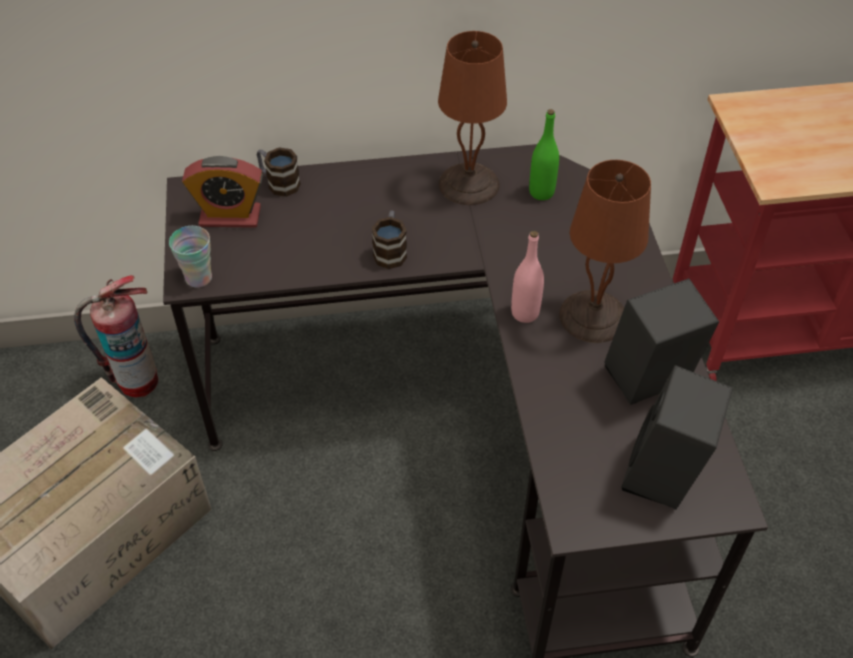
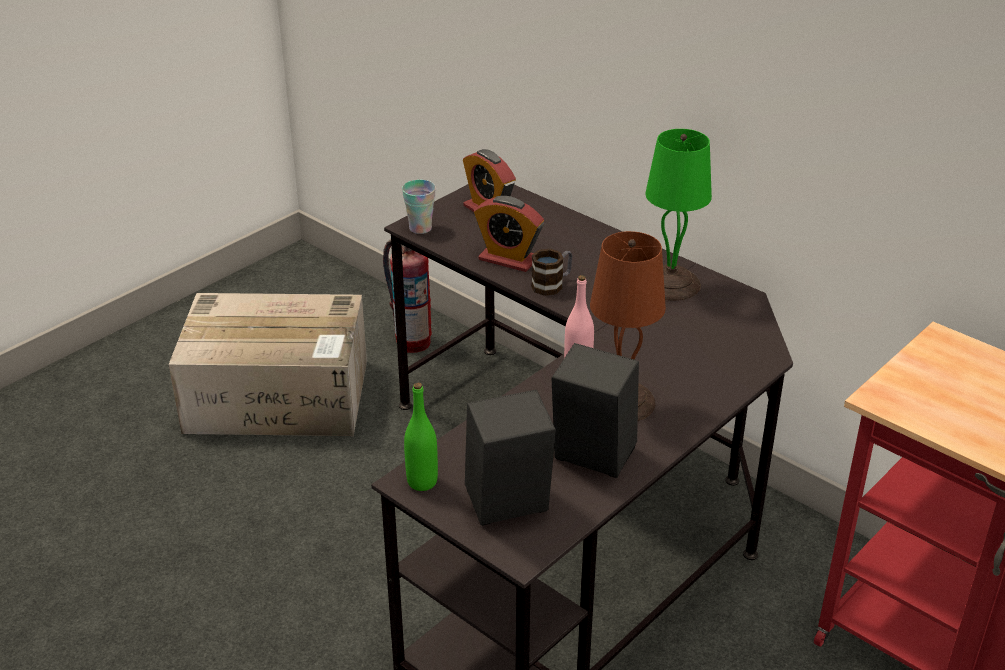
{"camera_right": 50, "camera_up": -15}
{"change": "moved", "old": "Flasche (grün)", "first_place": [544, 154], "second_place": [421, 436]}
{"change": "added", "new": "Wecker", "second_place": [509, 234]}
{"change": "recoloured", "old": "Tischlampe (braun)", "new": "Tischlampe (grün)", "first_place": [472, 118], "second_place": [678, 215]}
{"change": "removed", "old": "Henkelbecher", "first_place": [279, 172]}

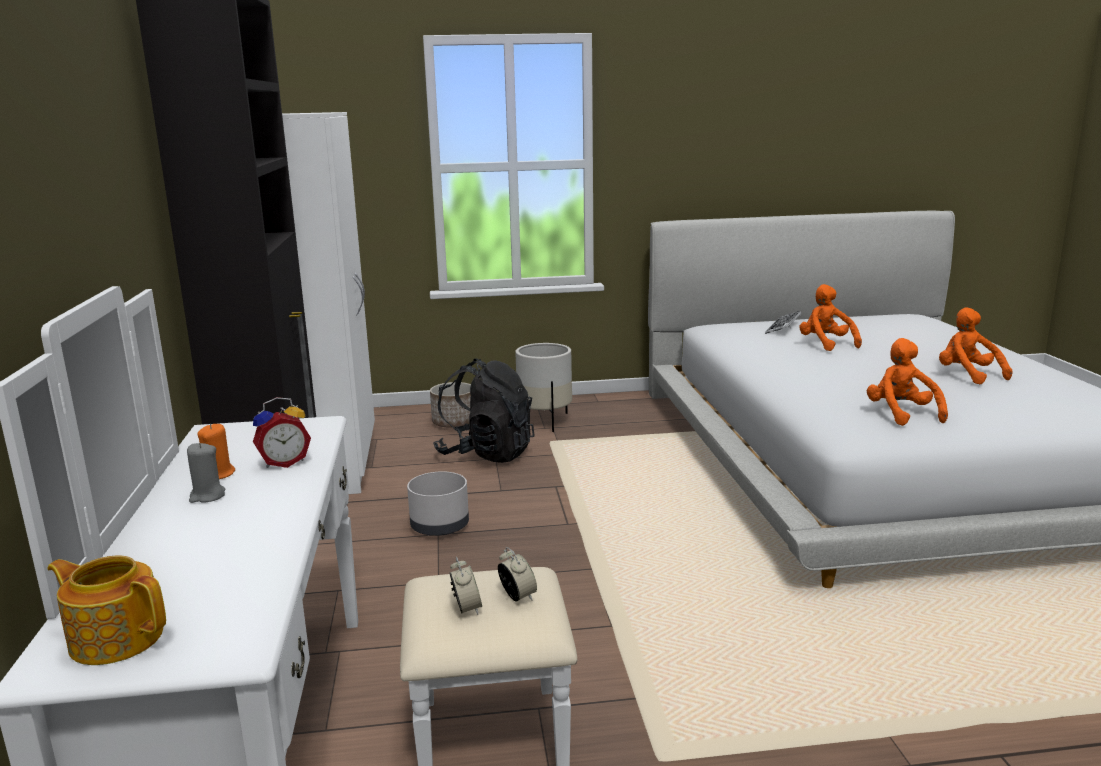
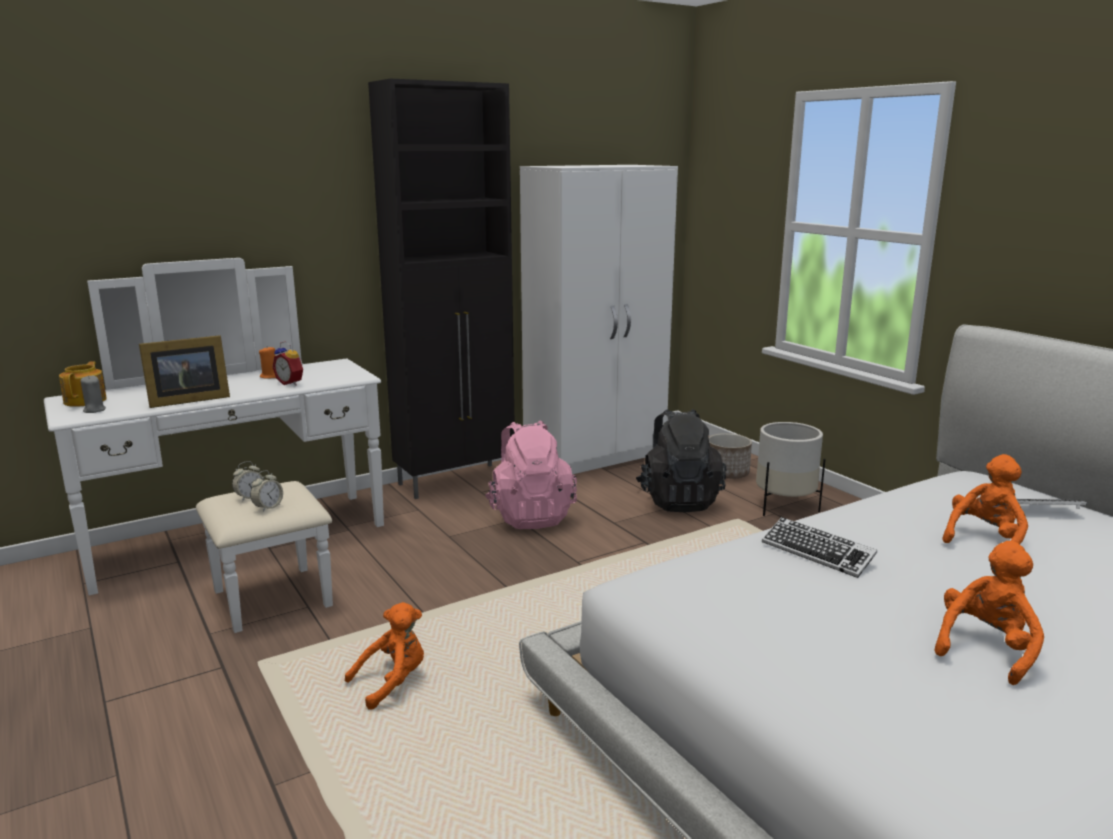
{"camera_right": 65, "camera_up": 0}
{"change": "moved", "old": "Kerze (grau)", "first_place": [206, 473], "second_place": [93, 394]}
{"change": "added", "new": "Bilderrahmen", "second_place": [184, 371]}
{"change": "moved", "old": "Plüschtier (orange)", "first_place": [907, 382], "second_place": [384, 656]}
{"change": "replaced", "old": "Pflanzkübel (grau)", "new": "Rucksack (rosa)", "first_place": [438, 503], "second_place": [531, 474]}
{"change": "added", "new": "Tastatur", "second_place": [819, 547]}

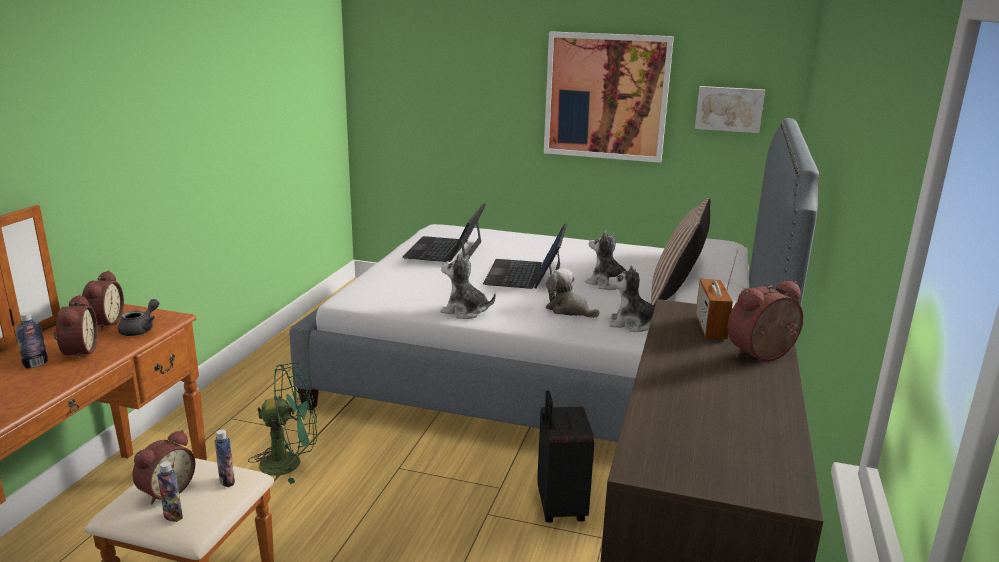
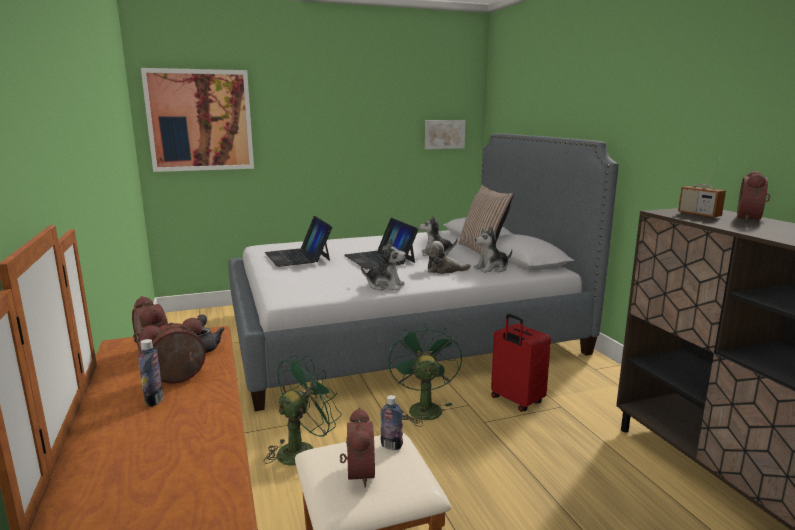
{"camera_right": -35, "camera_up": -5}
{"change": "turned", "old": "Wecker", "first_place": [75, 327], "second_place": [173, 350], "degrees": -75}
{"change": "moved", "old": "Bild", "first_place": [609, 97], "second_place": [197, 120]}
{"change": "turned", "old": "Plüschtier", "first_place": [468, 286], "second_place": [383, 264], "degrees": -150}
{"change": "added", "new": "Ventilator (grün)", "second_place": [425, 375]}
{"change": "recoloured", "old": "Koffer (schwarz)", "new": "Koffer (rot)", "first_place": [566, 456], "second_place": [521, 363]}
{"change": "removed", "old": "Flasche", "first_place": [170, 491]}

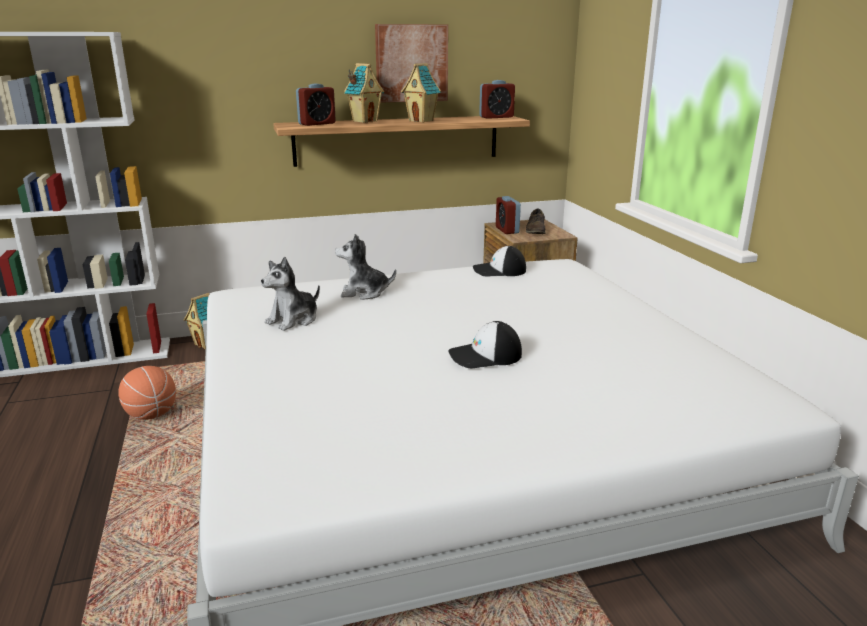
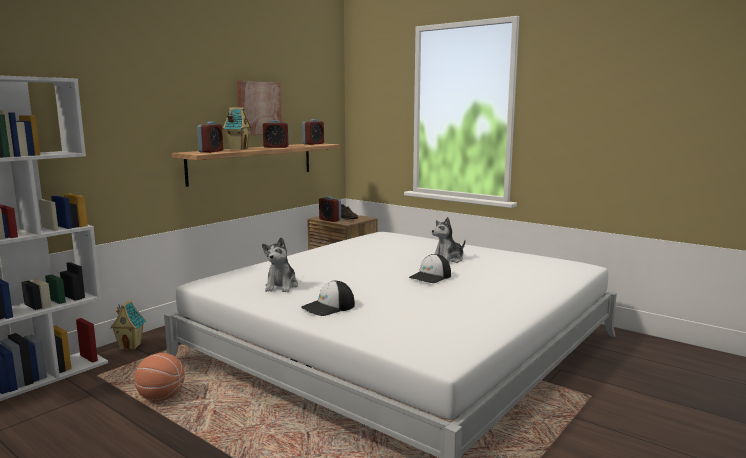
{"camera_right": -35, "camera_up": -10}
{"change": "replaced", "old": "Spielzeughaus", "new": "Wecker", "first_place": [421, 92], "second_place": [276, 134]}
{"change": "moved", "old": "Kappe", "first_place": [499, 261], "second_place": [328, 298]}
{"change": "moved", "old": "Plüschtier", "first_place": [365, 267], "second_place": [448, 240]}

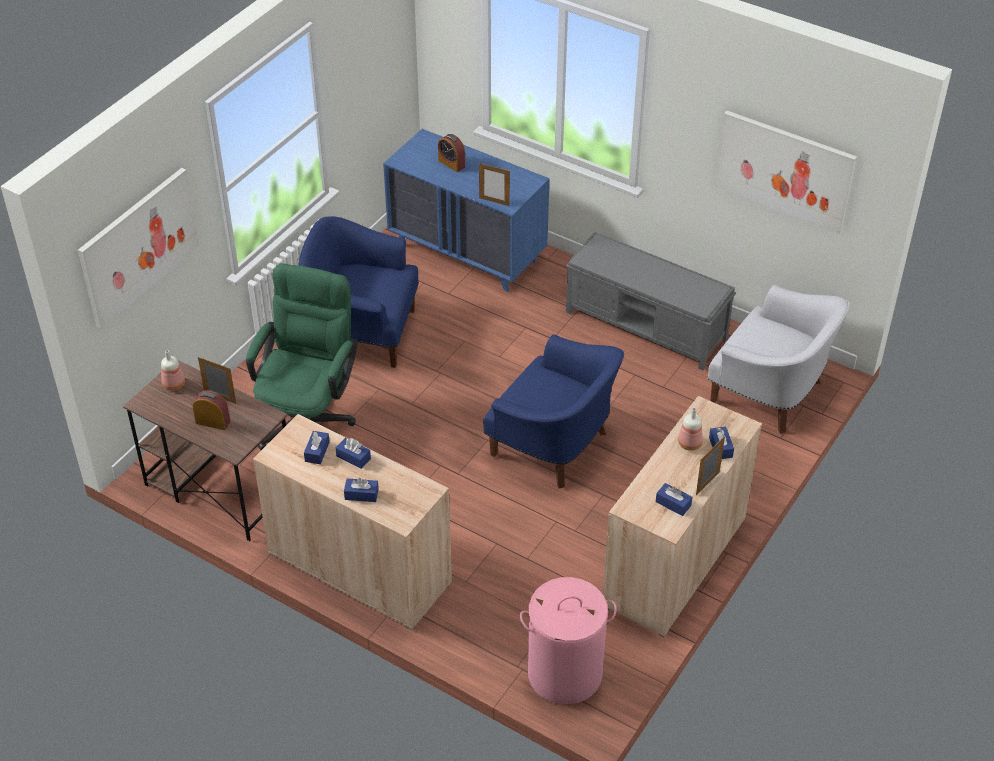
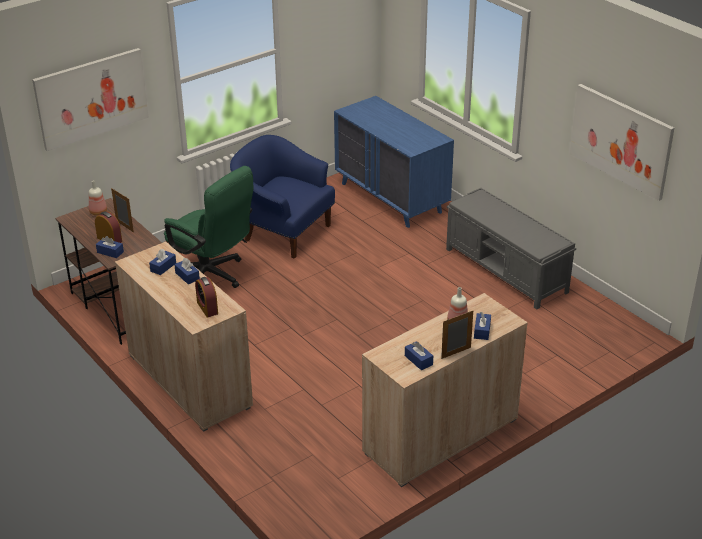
{"camera_right": 20, "camera_up": -10}
{"change": "moved", "old": "Taschentuchbox (blau)", "first_place": [361, 490], "second_place": [110, 247]}
{"change": "turned", "old": "Bürostuhl (grün)", "first_place": [302, 356], "second_place": [208, 227], "degrees": 90}
{"change": "moved", "old": "Wecker", "first_place": [451, 153], "second_place": [206, 297]}
{"change": "removed", "old": "Bilderrahmen", "first_place": [494, 184]}
{"change": "removed", "old": "Sessel (blau)", "first_place": [553, 411]}
{"change": "removed", "old": "Wäschekorb (rosa)", "first_place": [568, 640]}
{"change": "removed", "old": "Sessel (weiß)", "first_place": [779, 359]}

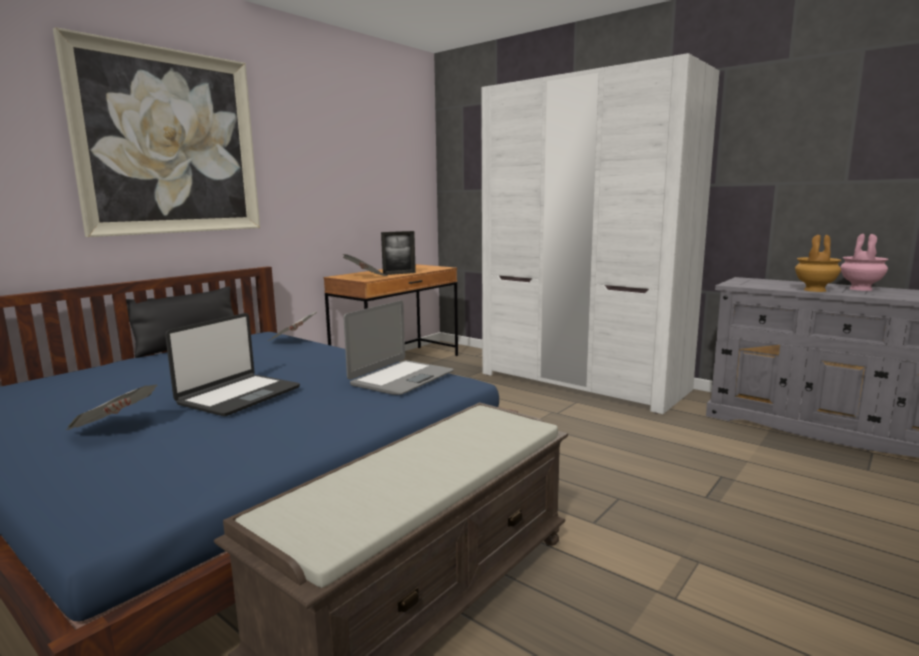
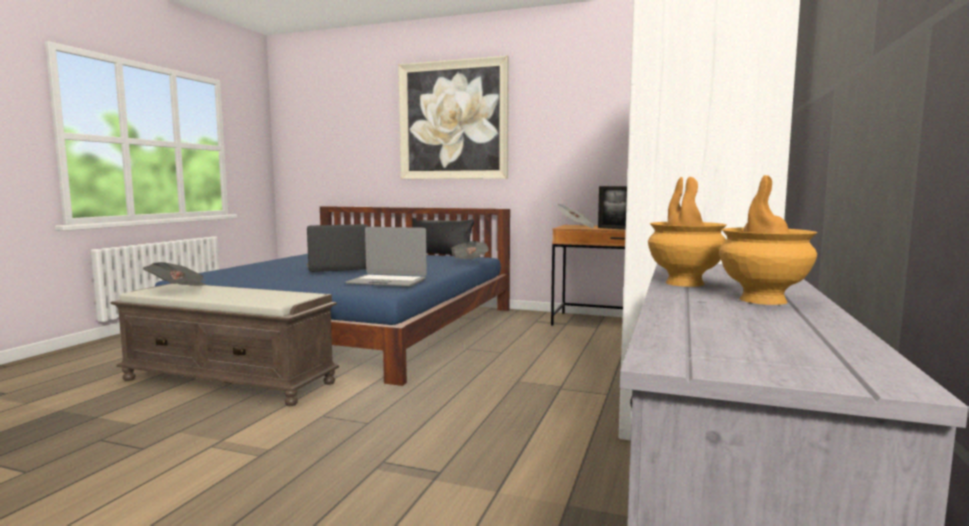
{"camera_right": 70, "camera_up": -5}
{"change": "moved", "old": "Zeitung", "first_place": [111, 407], "second_place": [174, 274]}
{"change": "turned", "old": "Laptop", "first_place": [232, 364], "second_place": [337, 248], "degrees": 150}
{"change": "recoloured", "old": "Vase (rosa)", "new": "Vase (braun)", "first_place": [864, 262], "second_place": [768, 240]}

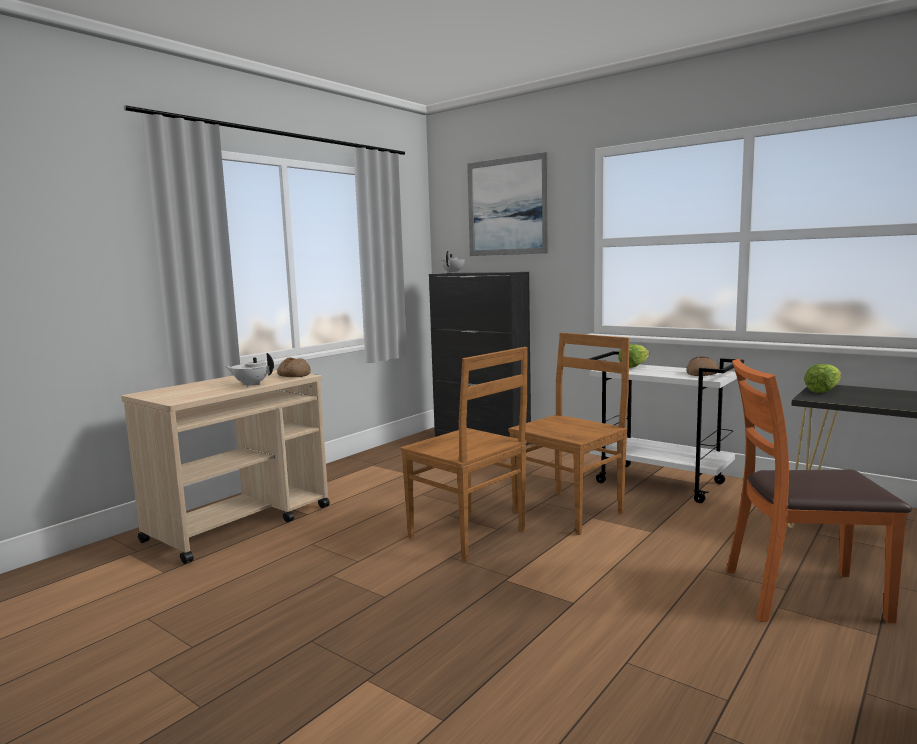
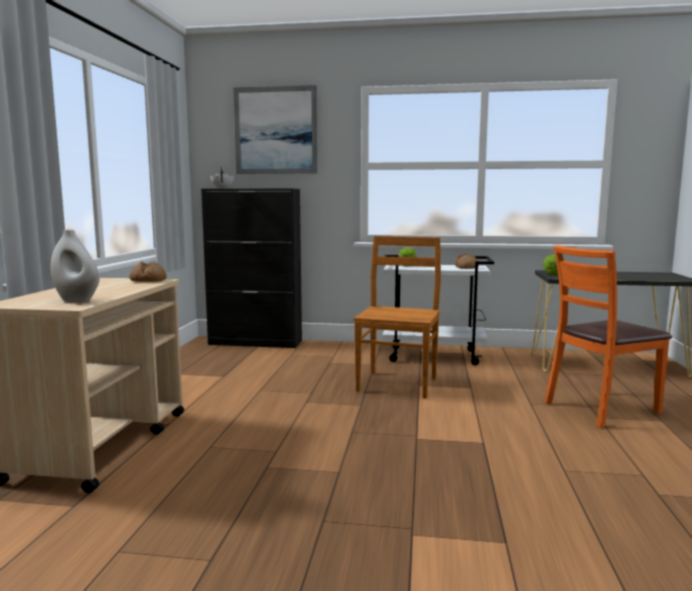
{"camera_right": -30, "camera_up": 0}
{"change": "added", "new": "Vase (weiß)", "second_place": [75, 266]}
{"change": "removed", "old": "Teekanne (weiß)", "first_place": [249, 370]}
{"change": "removed", "old": "Stuhl (braun)", "first_place": [464, 454]}

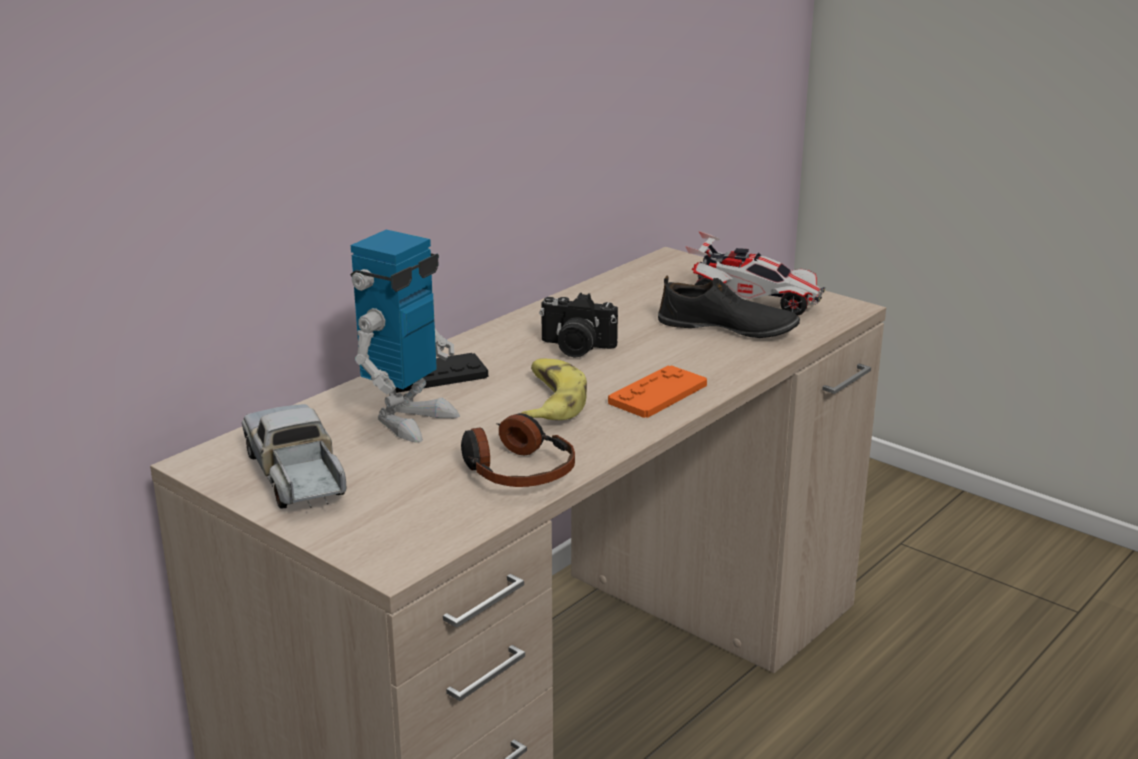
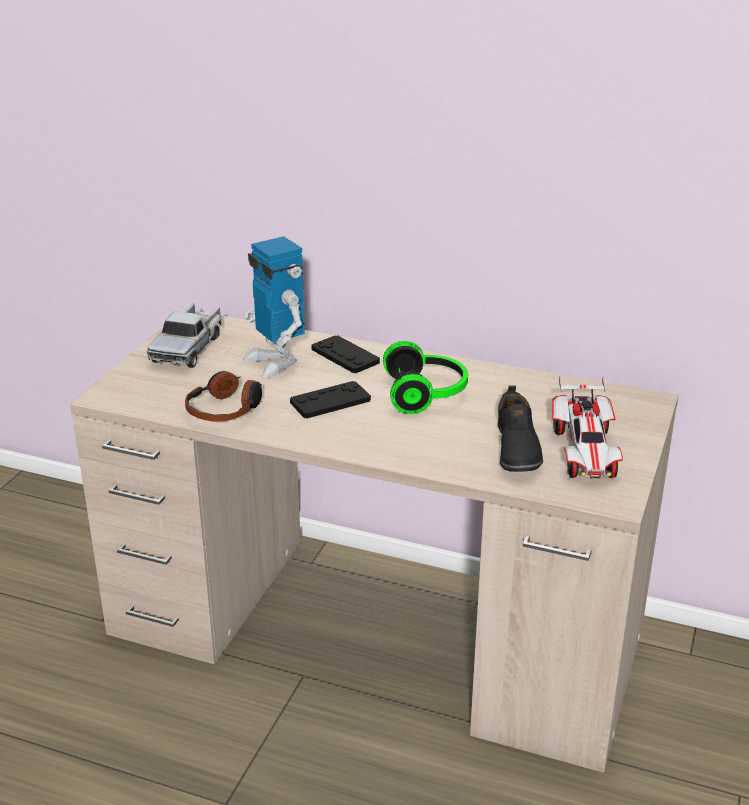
{"camera_right": 70, "camera_up": 5}
{"change": "turned", "old": "Spielzeuglaster", "first_place": [294, 456], "second_place": [184, 336], "degrees": 150}
{"change": "turned", "old": "Spielzeugroboter", "first_place": [405, 336], "second_place": [274, 307], "degrees": 45}
{"change": "replaced", "old": "Banane", "new": "Gamepad (schwarz)", "first_place": [554, 389], "second_place": [330, 399]}
{"change": "replaced", "old": "Kamera", "new": "Kopfhörer", "first_place": [578, 325], "second_place": [425, 377]}
{"change": "removed", "old": "Gamepad (orange)", "first_place": [657, 391]}

